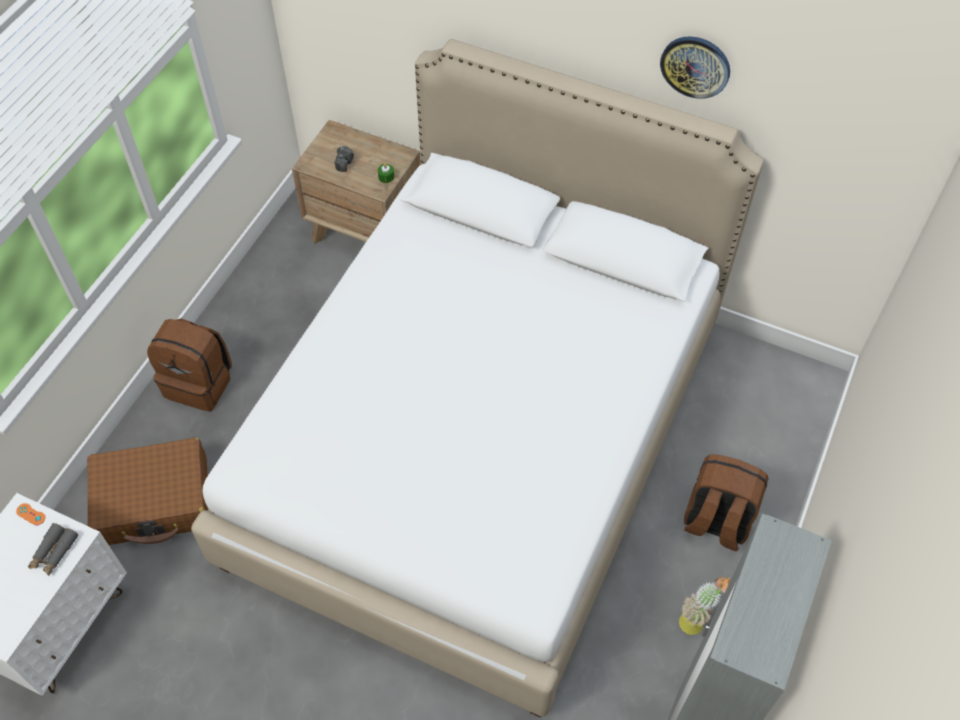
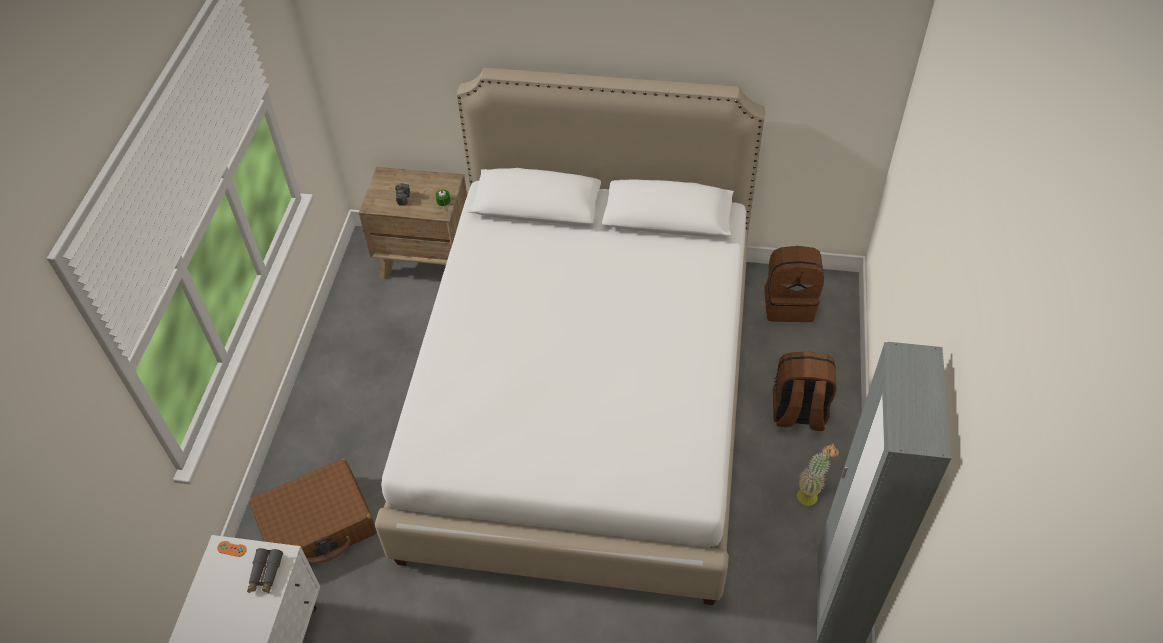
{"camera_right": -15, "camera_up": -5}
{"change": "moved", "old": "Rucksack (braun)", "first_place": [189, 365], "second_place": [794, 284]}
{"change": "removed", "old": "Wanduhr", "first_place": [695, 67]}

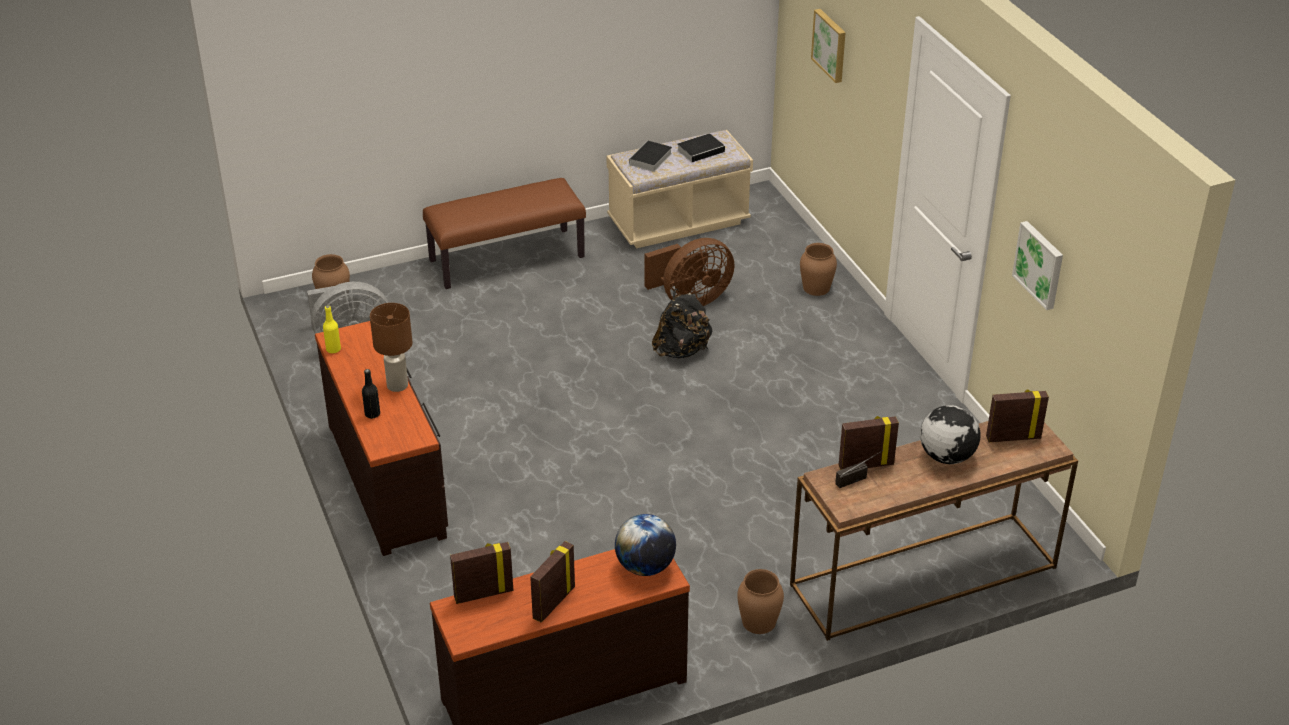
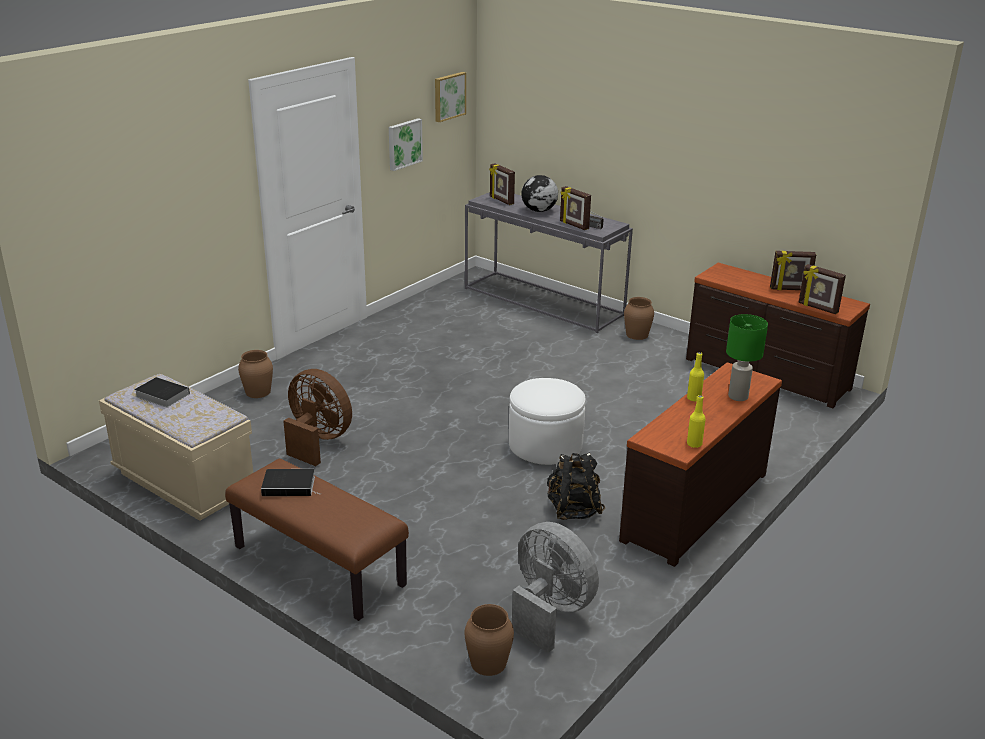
{"camera_right": -120, "camera_up": -10}
{"change": "moved", "old": "Buch", "first_place": [649, 156], "second_place": [291, 482]}
{"change": "moved", "old": "Bild", "first_place": [828, 46], "second_place": [450, 97]}
{"change": "recoloured", "old": "Konsolentisch (braun)", "new": "Konsolentisch (grau)", "first_place": [934, 531], "second_place": [549, 262]}
{"change": "added", "new": "Polsterhocker (weiß)", "second_place": [547, 421]}
{"change": "moved", "old": "Rucksack (schwarz)", "first_place": [682, 324], "second_place": [576, 486]}
{"change": "replaced", "old": "Tischlampe (braun)", "new": "Flasche (gelb)", "first_place": [391, 347], "second_place": [695, 377]}
{"change": "replaced", "old": "Flasche (schwarz)", "new": "Tischlampe (grün)", "first_place": [371, 393], "second_place": [747, 357]}
{"change": "removed", "old": "Globus", "first_place": [645, 545]}

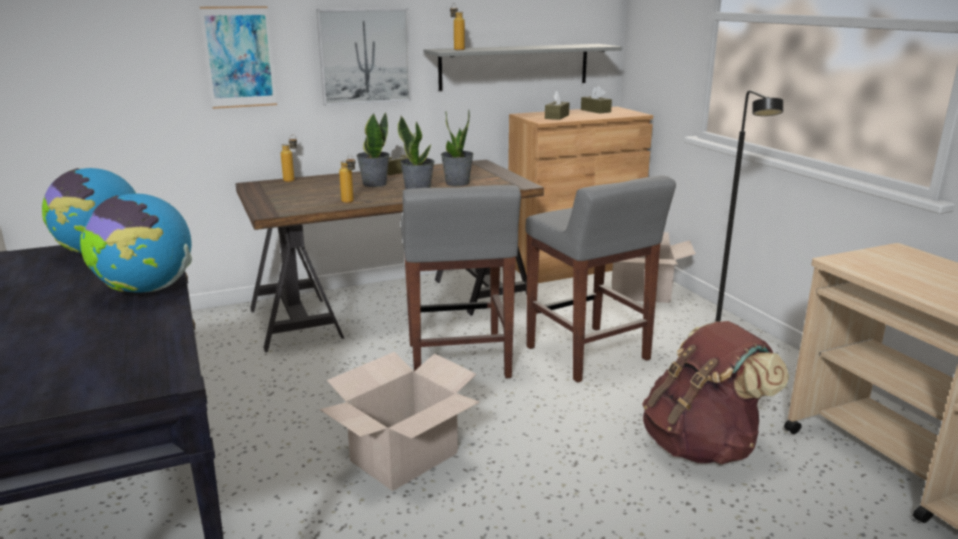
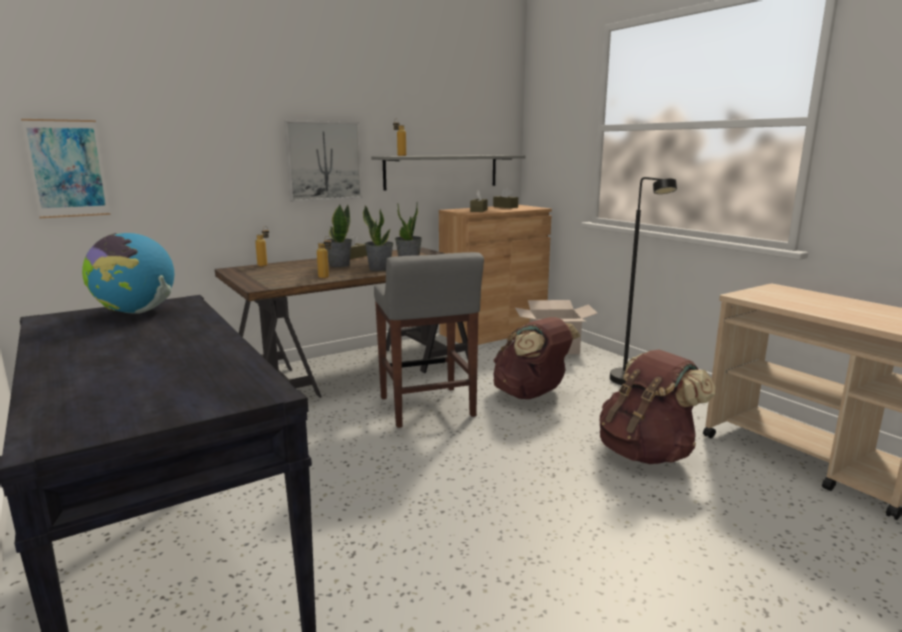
{"camera_right": -10, "camera_up": -5}
{"change": "moved", "old": "Bild", "first_place": [238, 57], "second_place": [66, 168]}
{"change": "replaced", "old": "Hocker (grau)", "new": "Rucksack (braun)", "first_place": [601, 279], "second_place": [537, 358]}
{"change": "removed", "old": "Globus", "first_place": [136, 243]}
{"change": "removed", "old": "Karton", "first_place": [400, 421]}

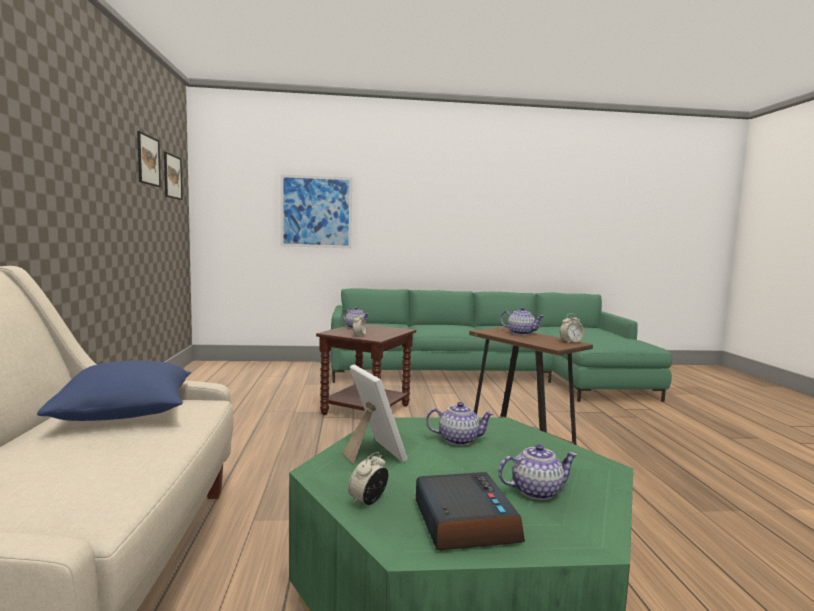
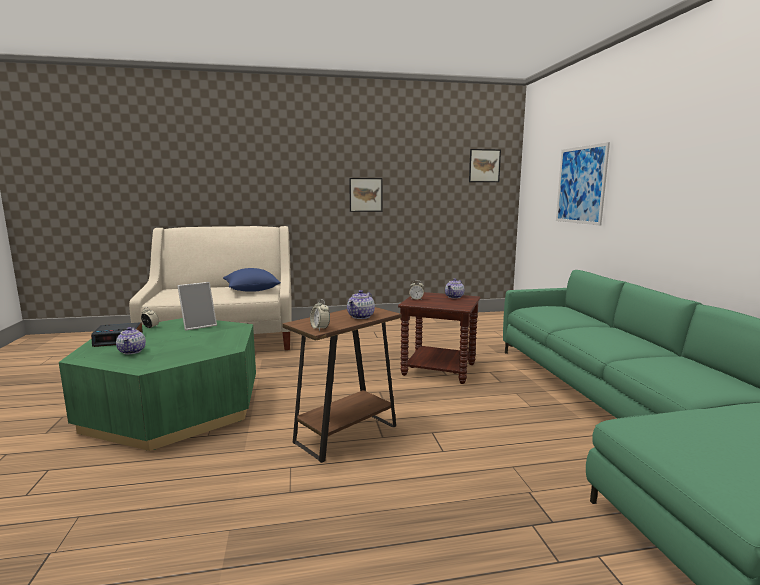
{"camera_right": 85, "camera_up": 5}
{"change": "moved", "old": "Bild", "first_place": [149, 159], "second_place": [366, 195]}
{"change": "removed", "old": "Teekanne", "first_place": [460, 424]}

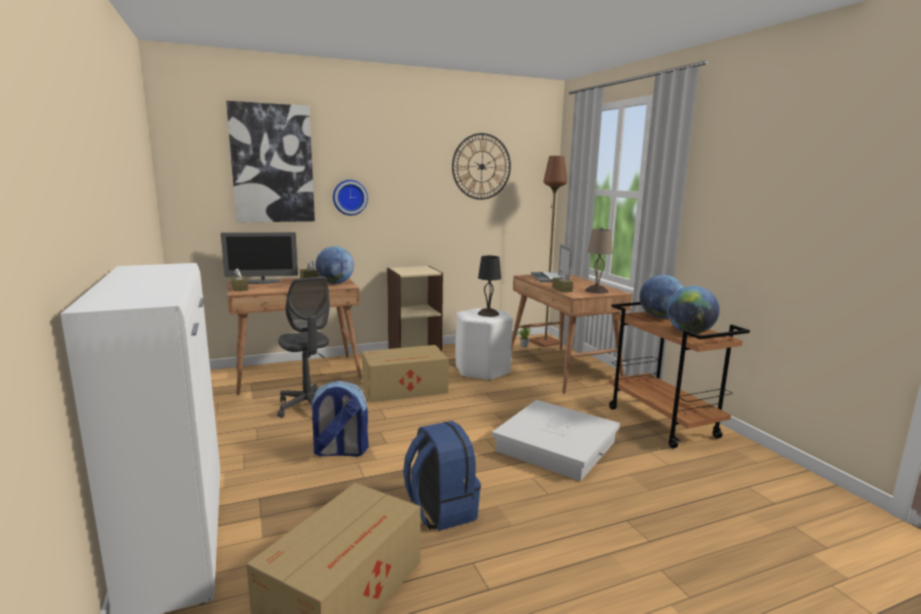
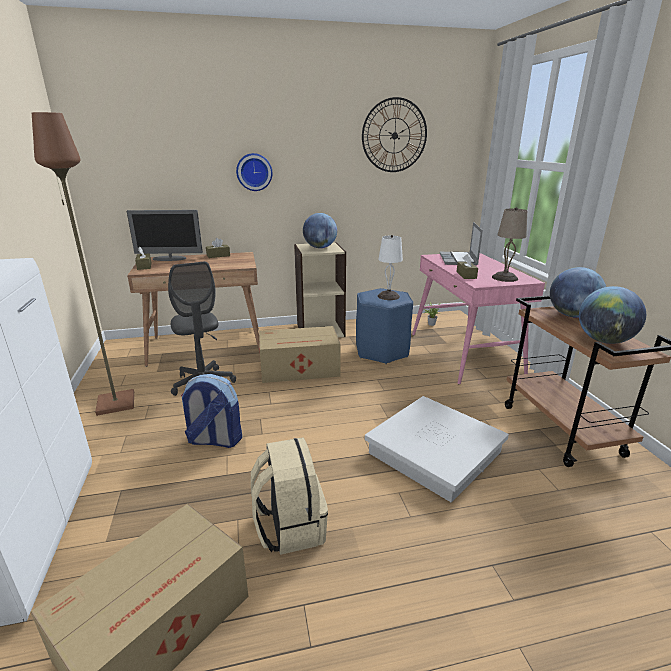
{"camera_right": 10, "camera_up": 10}
{"change": "moved", "old": "Stehlampe (braun)", "first_place": [548, 252], "second_place": [83, 264]}
{"change": "recoloured", "old": "Rucksack (blau)", "new": "Rucksack (beige)", "first_place": [442, 476], "second_place": [289, 496]}
{"change": "moved", "old": "Globus", "first_place": [335, 265], "second_place": [320, 230]}
{"change": "recoloured", "old": "Hocker (weiß)", "new": "Hocker (blau)", "first_place": [484, 344], "second_place": [384, 326]}
{"change": "recoloured", "old": "Tischlampe (schwarz)", "new": "Tischlampe (weiß)", "first_place": [489, 286], "second_place": [390, 267]}
{"change": "recoloured", "old": "Schreibtisch (braun)", "new": "Schreibtisch (rosa)", "first_place": [572, 333], "second_place": [478, 318]}
{"change": "removed", "old": "Bild", "first_place": [270, 162]}

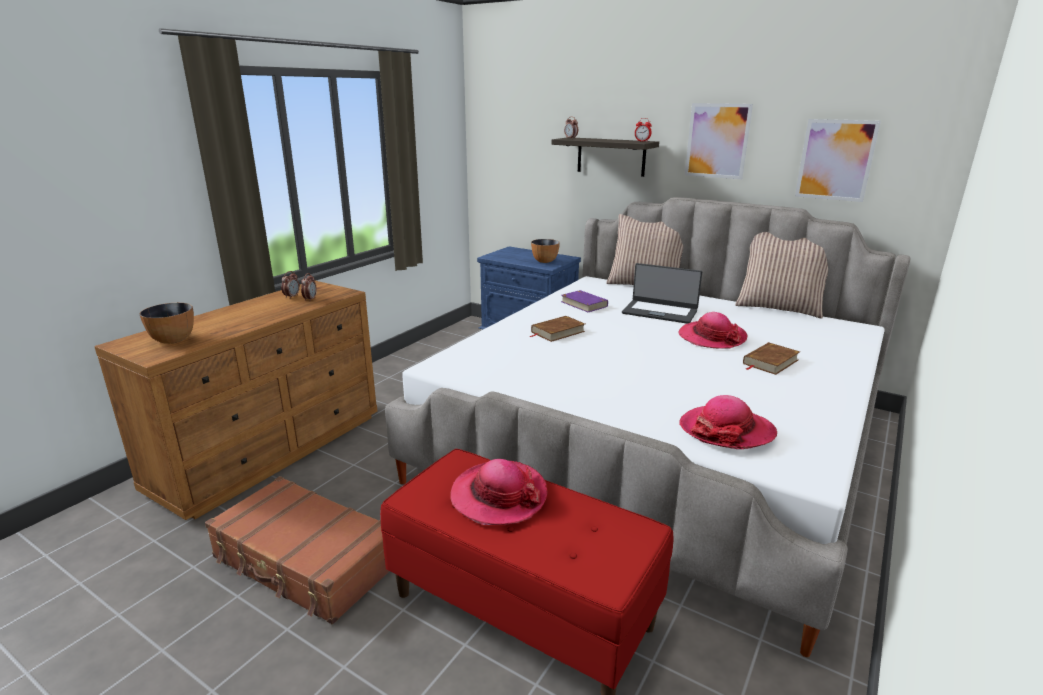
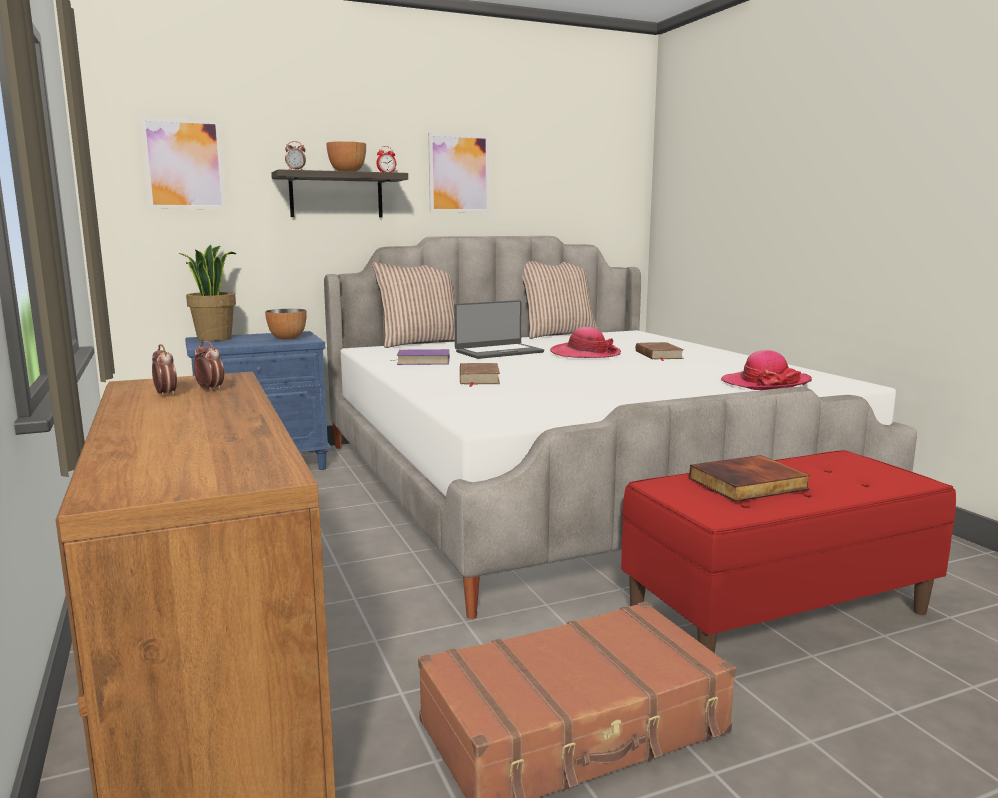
{"camera_right": -55, "camera_up": -10}
{"change": "moved", "old": "Bild", "first_place": [838, 160], "second_place": [183, 163]}
{"change": "added", "new": "Topfpflanze", "second_place": [207, 292]}
{"change": "moved", "old": "Schüssel", "first_place": [167, 323], "second_place": [346, 156]}
{"change": "replaced", "old": "Hut", "new": "Buch", "first_place": [499, 492], "second_place": [750, 478]}

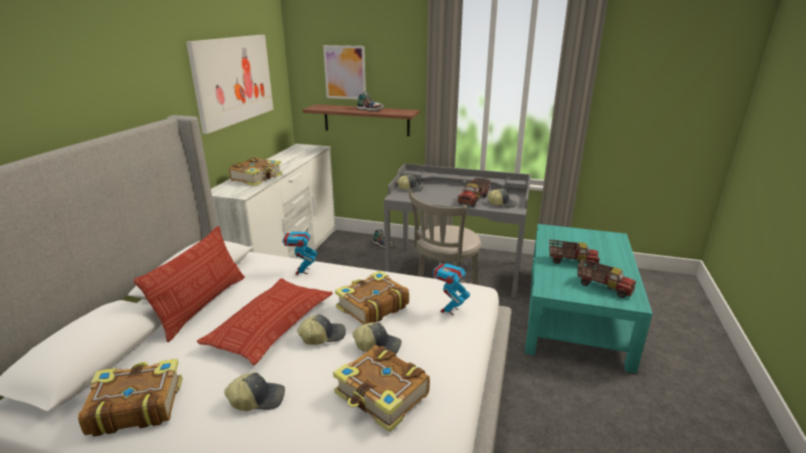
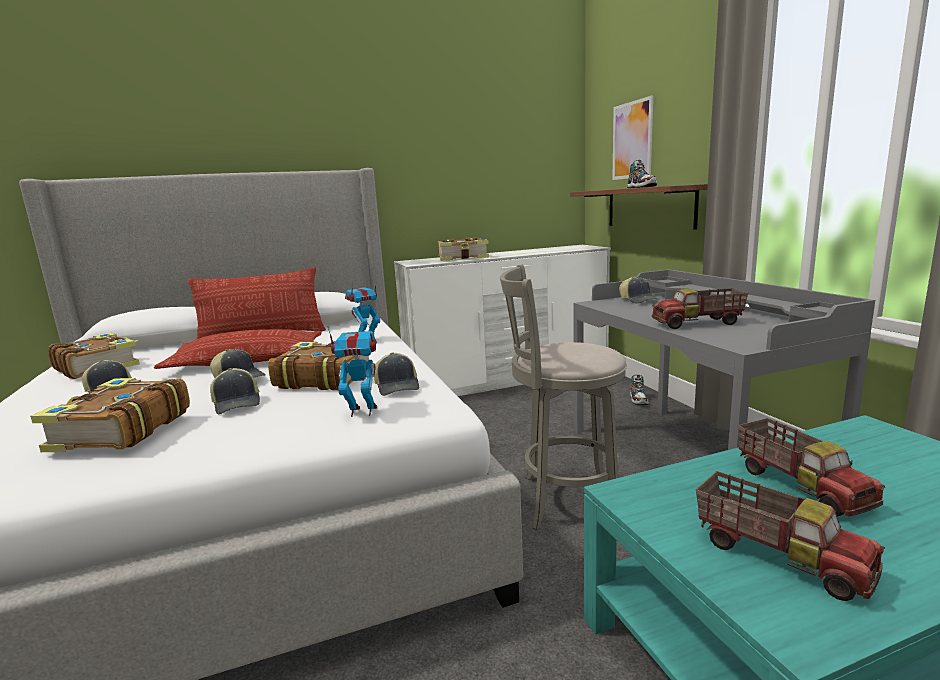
{"camera_right": 55, "camera_up": -10}
{"change": "moved", "old": "Kappe", "first_place": [502, 198], "second_place": [396, 374]}
{"change": "turned", "old": "Spielzeuglaster", "first_place": [606, 278], "second_place": [790, 536], "degrees": -45}
{"change": "removed", "old": "Bild", "first_place": [229, 84]}

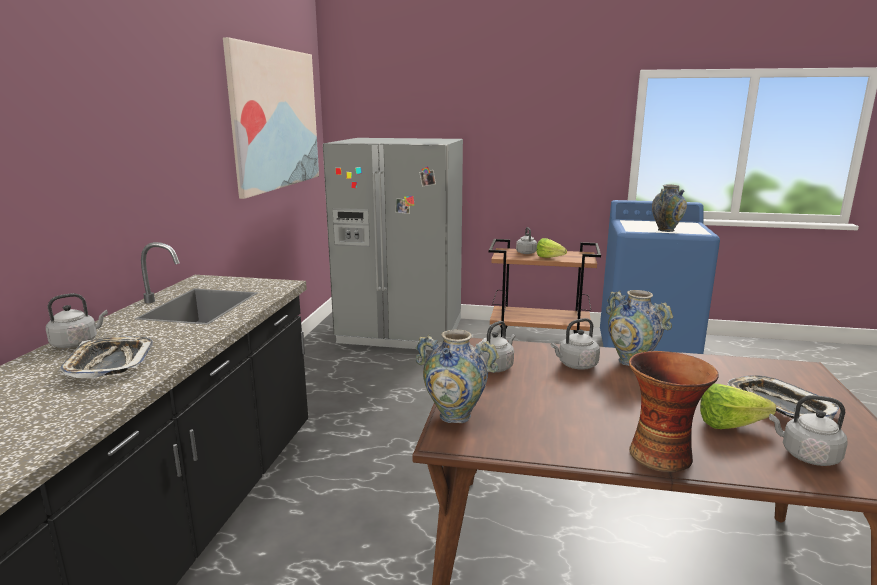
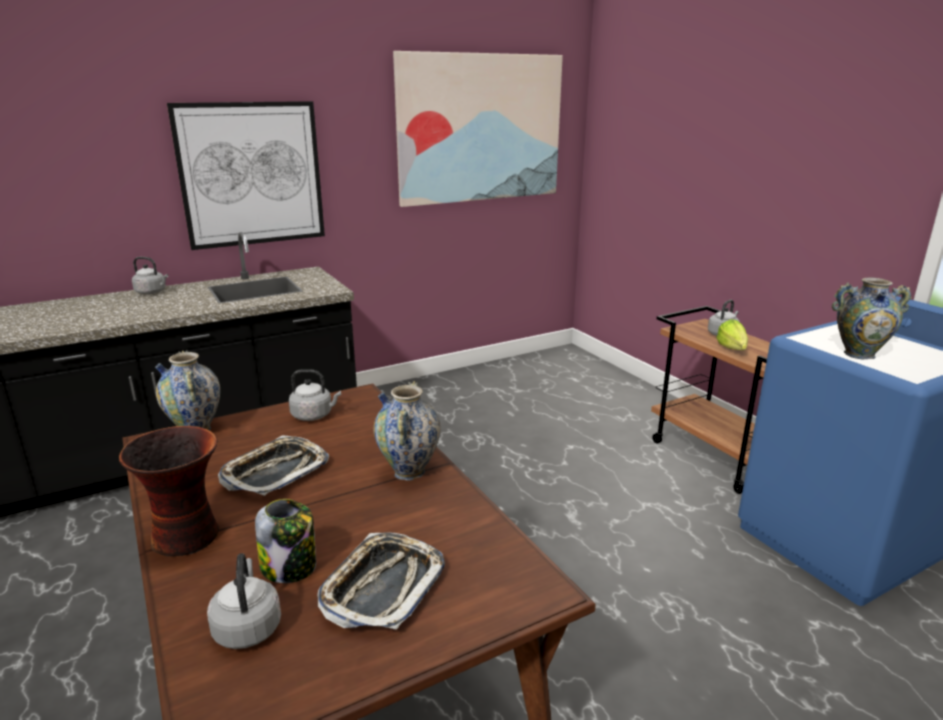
{"camera_right": 50, "camera_up": 5}
{"change": "added", "new": "Bild", "second_place": [246, 175]}
{"change": "moved", "old": "Tablett", "first_place": [106, 357], "second_place": [273, 465]}
{"change": "replaced", "old": "Salatkopf", "new": "Vorratsglas", "first_place": [738, 406], "second_place": [285, 541]}
{"change": "removed", "old": "Kühlschrank (grau)", "first_place": [393, 244]}
{"change": "removed", "old": "Wasserkessel (grau)", "first_place": [575, 344]}

